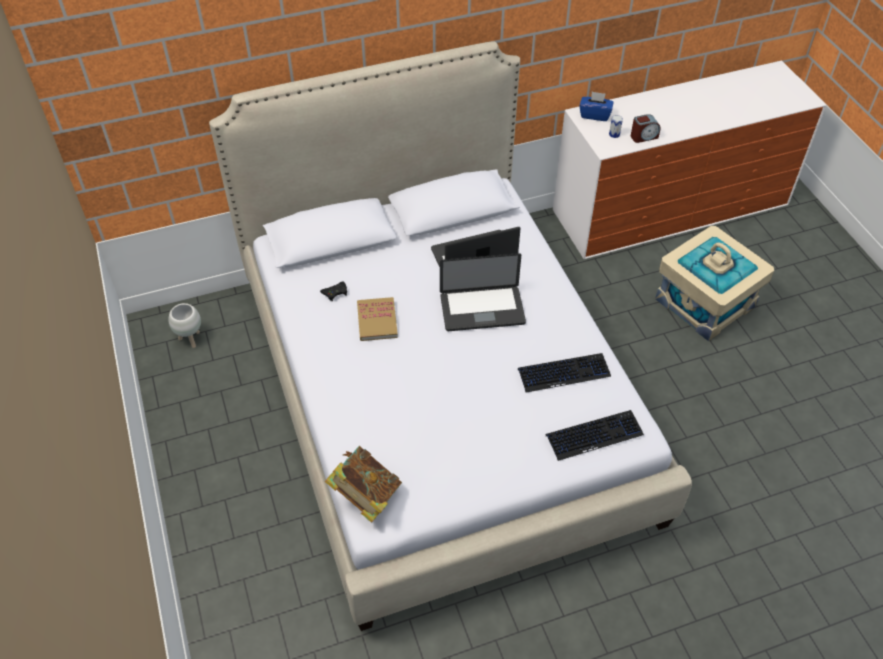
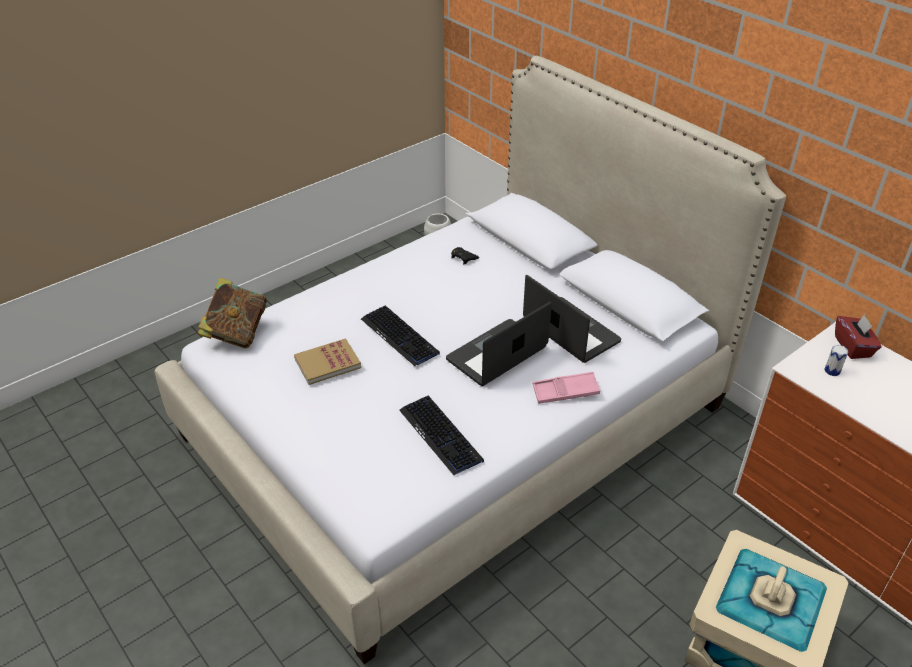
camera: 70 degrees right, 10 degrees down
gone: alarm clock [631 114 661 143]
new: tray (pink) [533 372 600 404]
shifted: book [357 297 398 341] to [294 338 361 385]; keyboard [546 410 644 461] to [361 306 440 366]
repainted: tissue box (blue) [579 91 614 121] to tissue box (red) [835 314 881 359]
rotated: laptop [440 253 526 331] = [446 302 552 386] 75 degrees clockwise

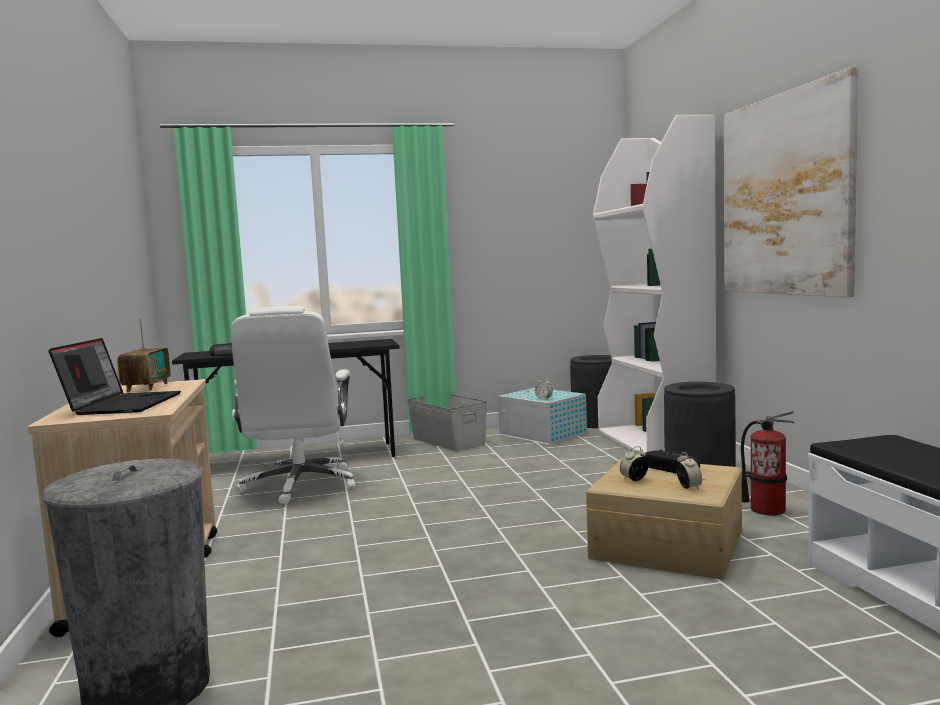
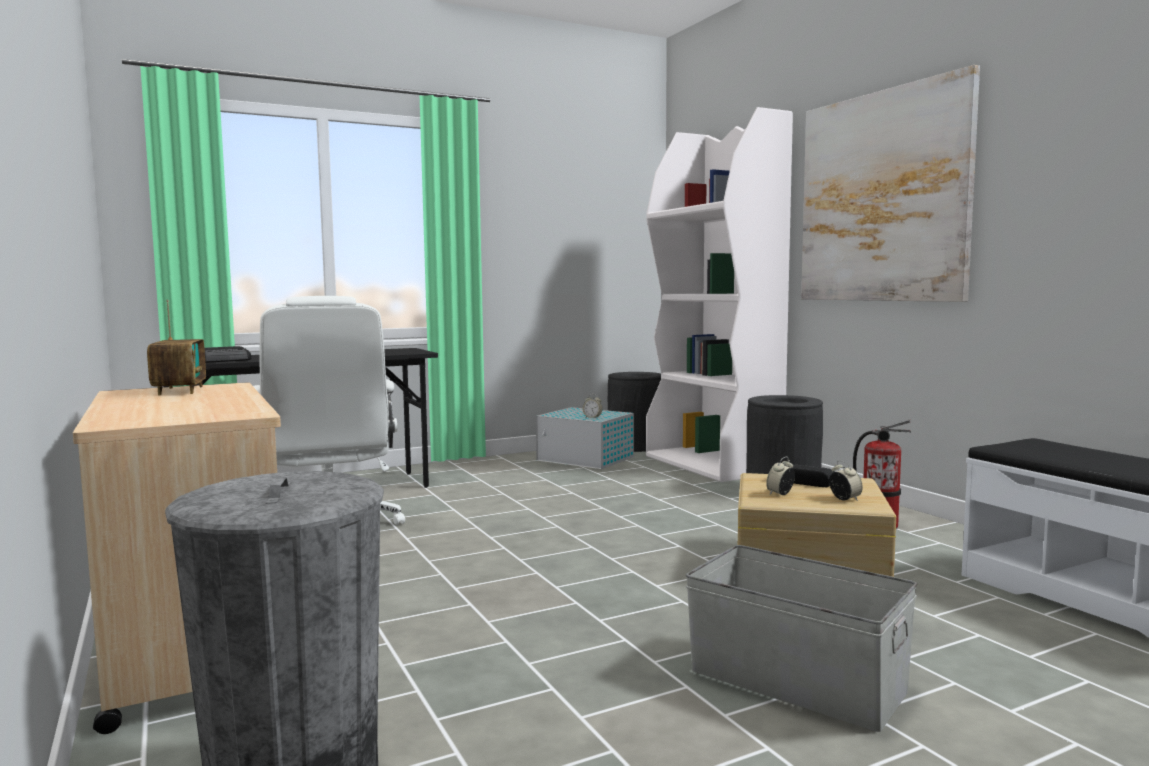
camera: 15 degrees left, 0 degrees up
gone: laptop [48 338 181 415]
shifted: storage box (grey) [407 394 487 451] to [686 545 917 732]

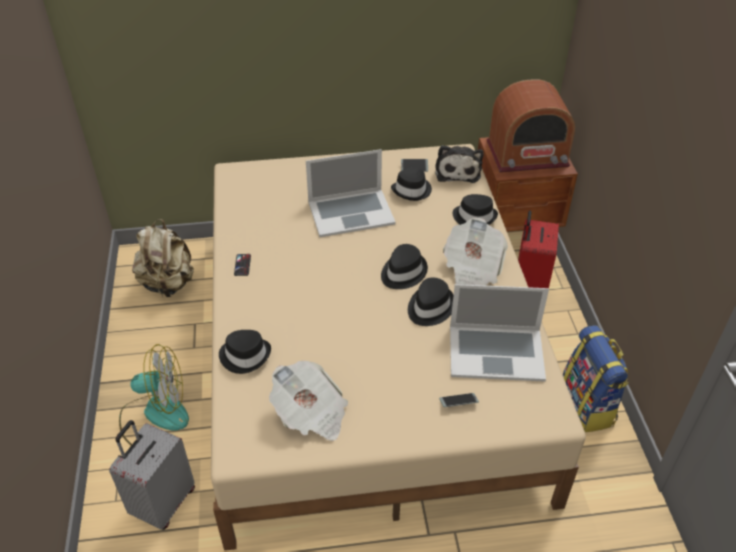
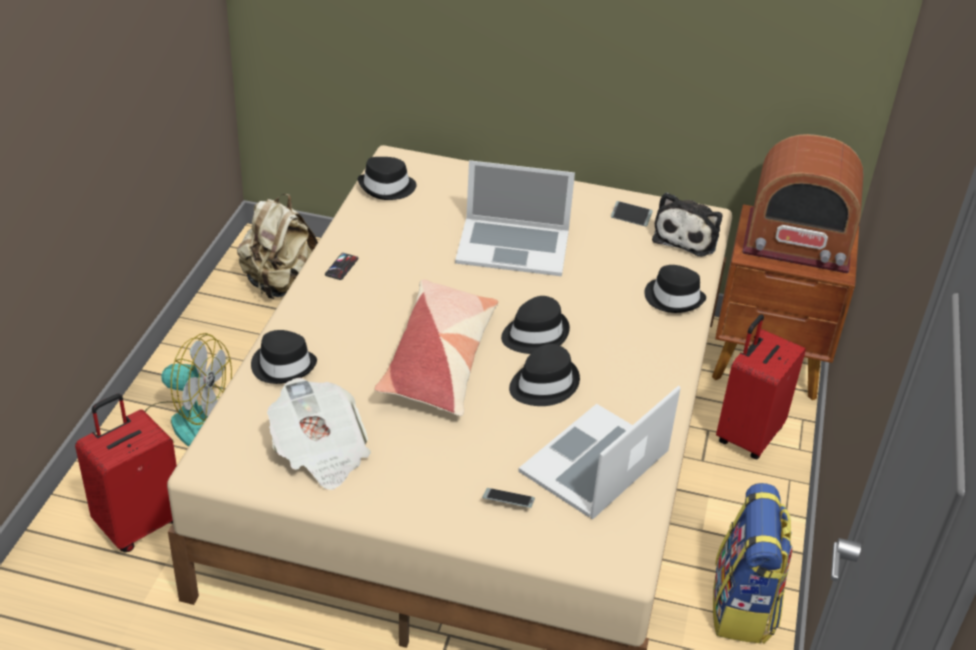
camera: 20 degrees right, 5 degrees down
gone: newspaper [443 218 508 286]
new: pillow [374 279 498 416]
shifted: hat (black) [391 168 432 201] to [358 157 416 200]
repainted: suitcase (grey) [109 420 195 530] to suitcase (red) [75 393 177 552]
rotated: laptop [450 284 549 382] = [518 385 680 519] 105 degrees clockwise

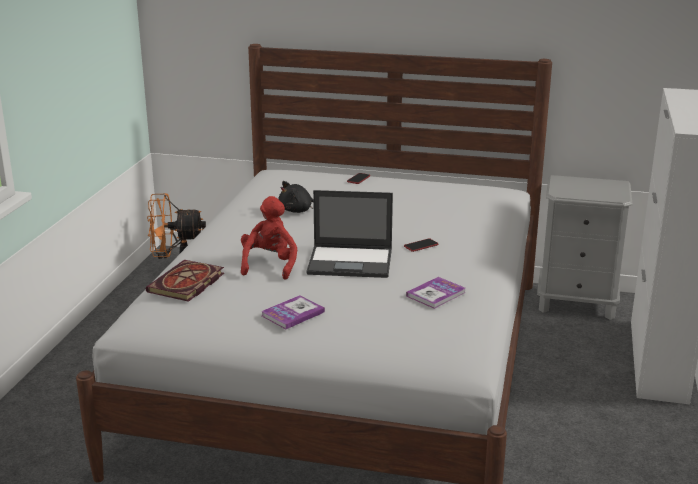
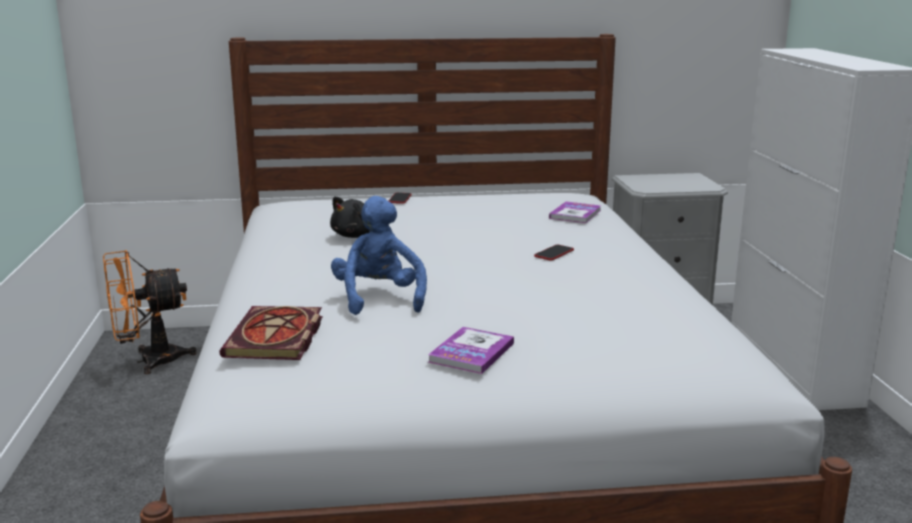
camera: 20 degrees left, 5 degrees down
gone: laptop [306 190 393 278]
shifted: book [406 277 466 309] to [549 201 601 223]
repainted: plush toy (red) [241 196 297 280] to plush toy (blue) [331 196 427 315]

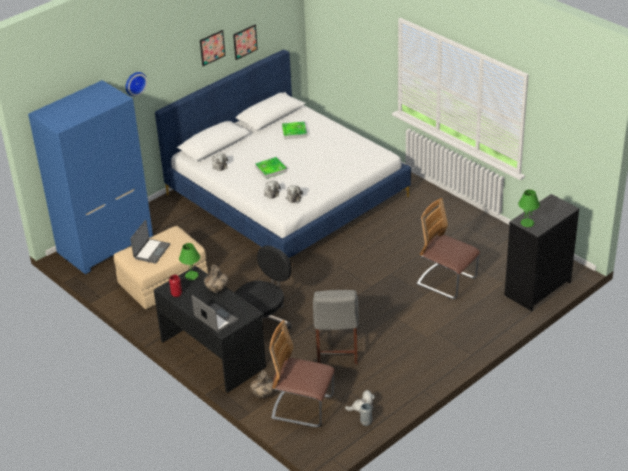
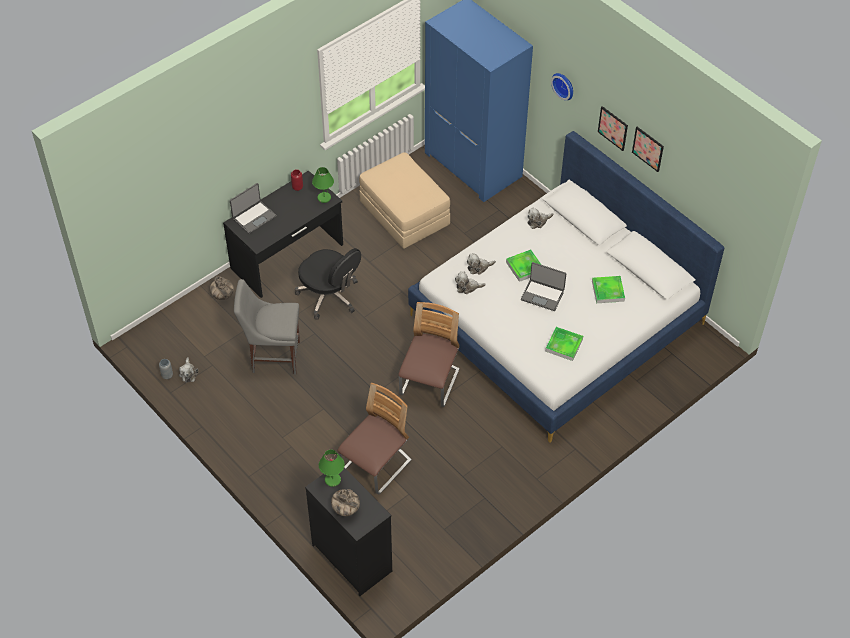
camera: 90 degrees right, 15 degrees up
new: tray [545 327 583 361]
shifted: picture [233 25 258 60] to [598 106 628 151]; laptop [130 220 170 264] to [521 262 566 311]; vase [204 264 228 293] to [331 489 360 516]; chair [269 320 335 427] to [398 302 460 407]

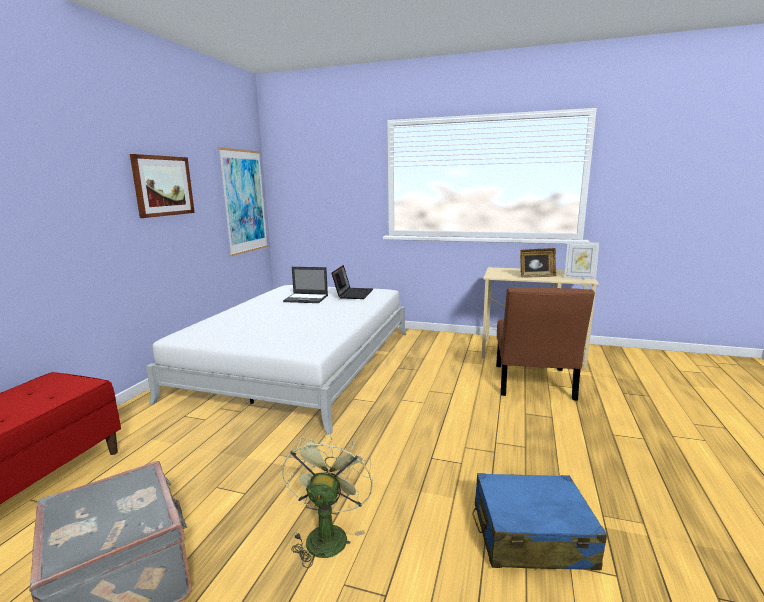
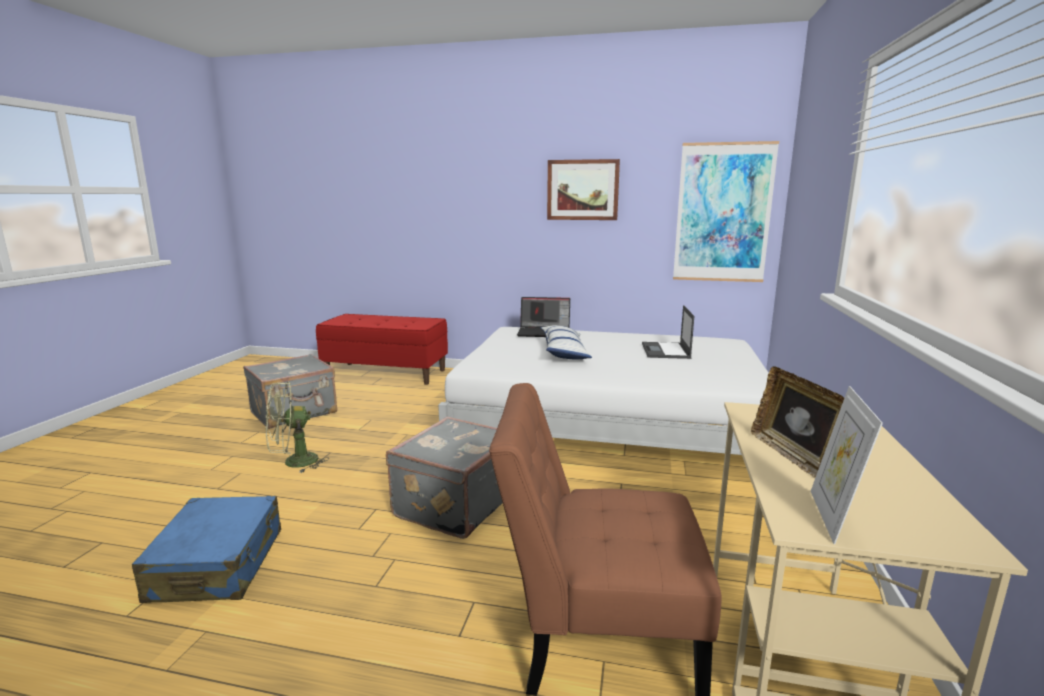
camera: 85 degrees right, 0 degrees up
new: pillow [540 326 592 360]; suitcase (grey) [386 417 503 539]
shifted: laptop [331 265 373 299] to [517 297 570 337]
rotated: fan (green) [282 433 373 568] = [265 381 329 473] 150 degrees clockwise

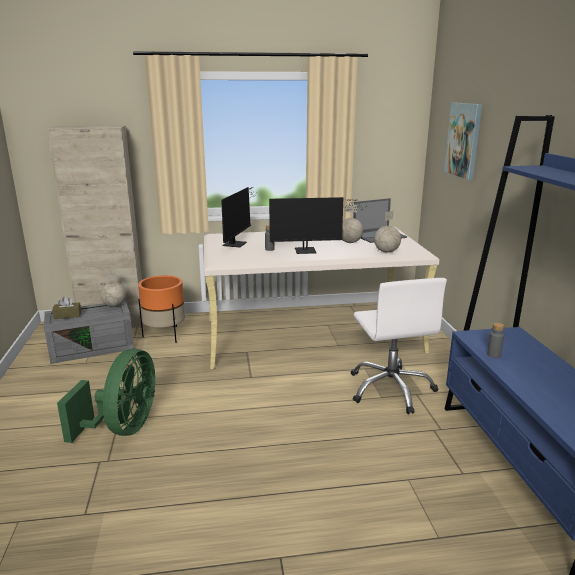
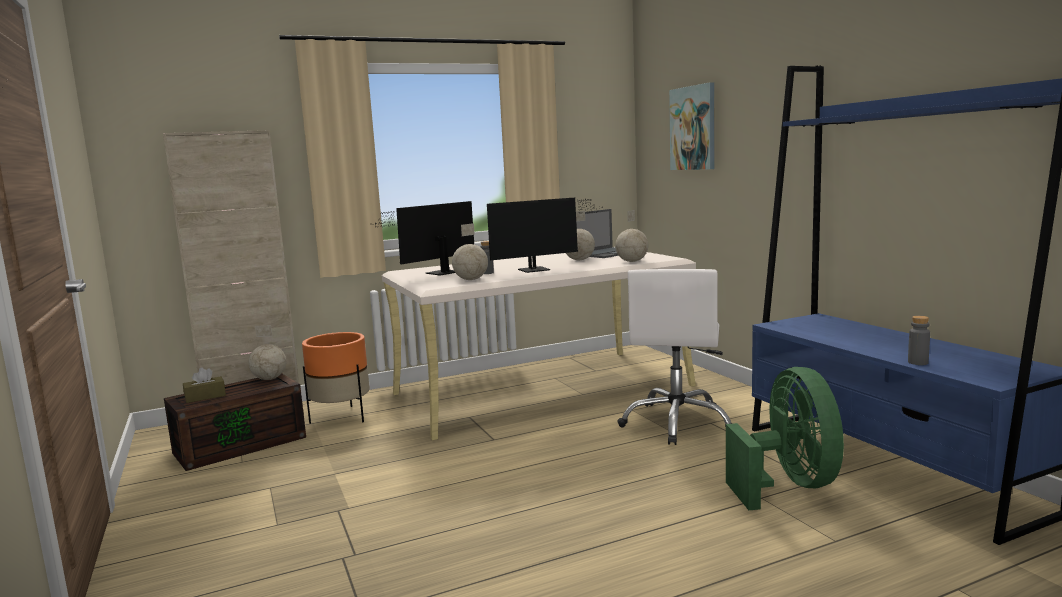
camera: 15 degrees left, 10 degrees down
new: globe [452 223 488 280]
shifted: bottle (grey) [487 323 504 358] to [908 316 930 365]; fan (green) [57 349 155 443] to [726 367 844 510]
repainted: storage box (grey) [44 300 134 364] to storage box (brown) [164 374 306 471]
rotated: monitor [221 187 254 247] = [375 201 474 276] 135 degrees counterclockwise; office chair (white) [351 278 447 414] = [617 269 733 445] 45 degrees clockwise

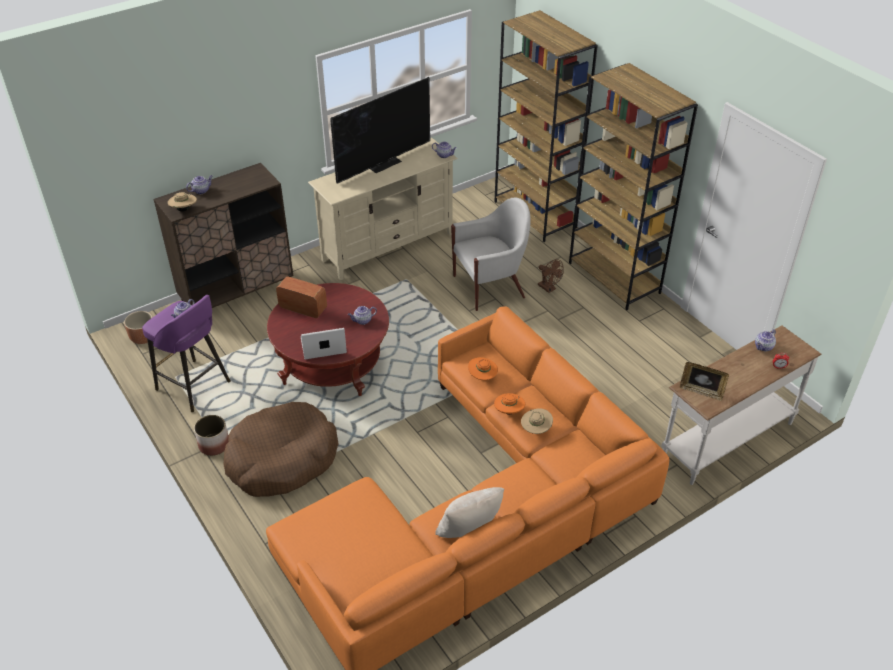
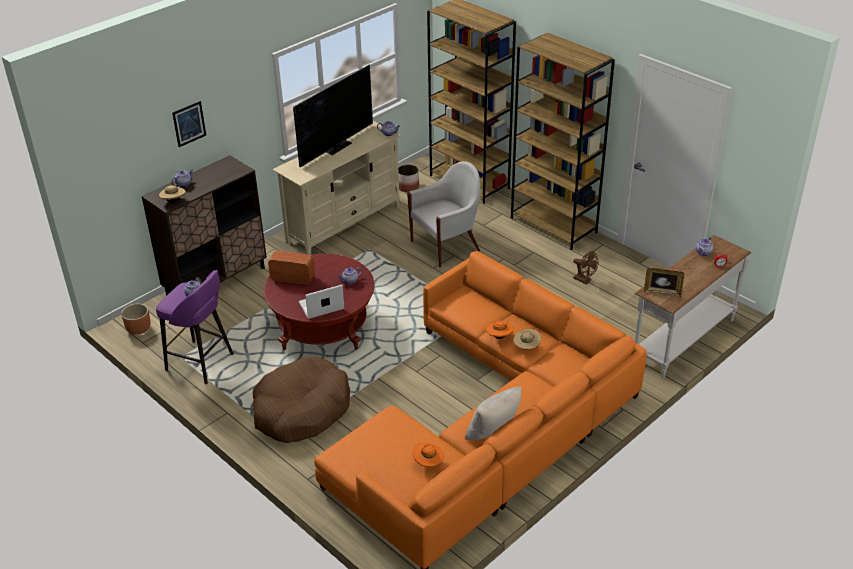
camera: 10 degrees left, 5 degrees down
new: picture [172 101 206 147]
shifted: fan (brown) [538 259 564 293] to [573 251 598 284]; hat (orange) [468 357 498 380] to [412 442 444 467]; planter [194 415 229 456] to [398 164 419 192]

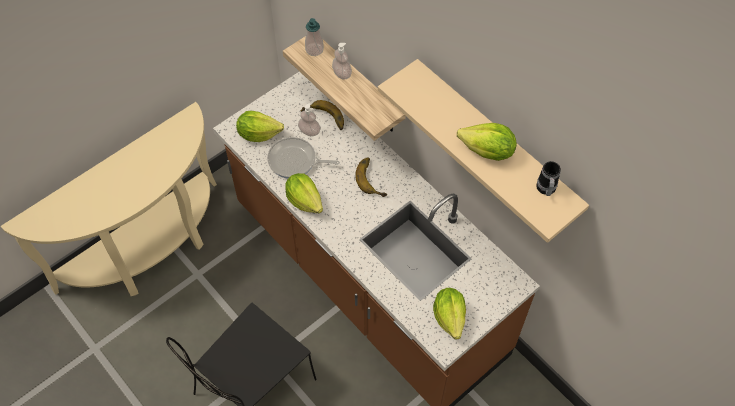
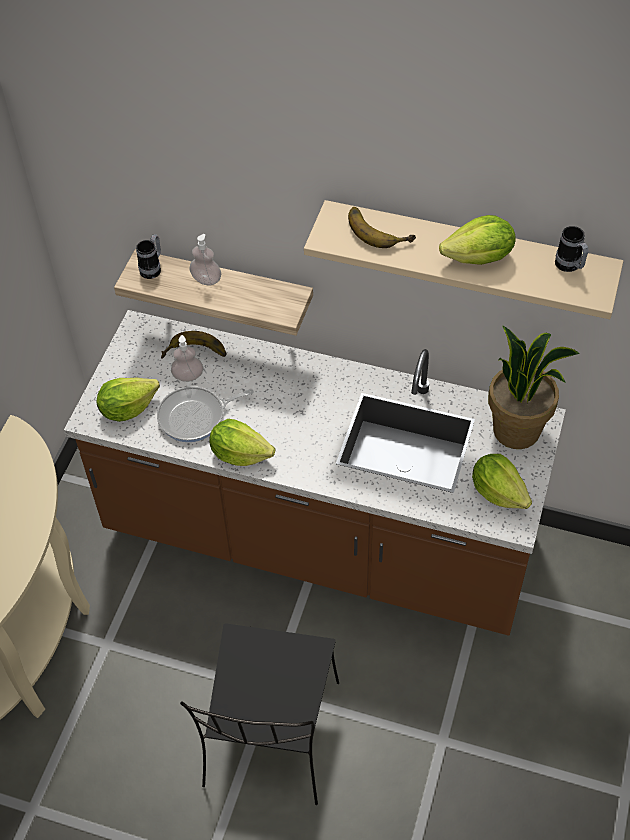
camera: 30 degrees left, 5 degrees down
new: potted plant [488 325 580 449]
shifted: banana [355 157 387 197] to [348 207 416 248]
swapped: soap dispenser [305 18 324 56] to mug [136 234 161 279]

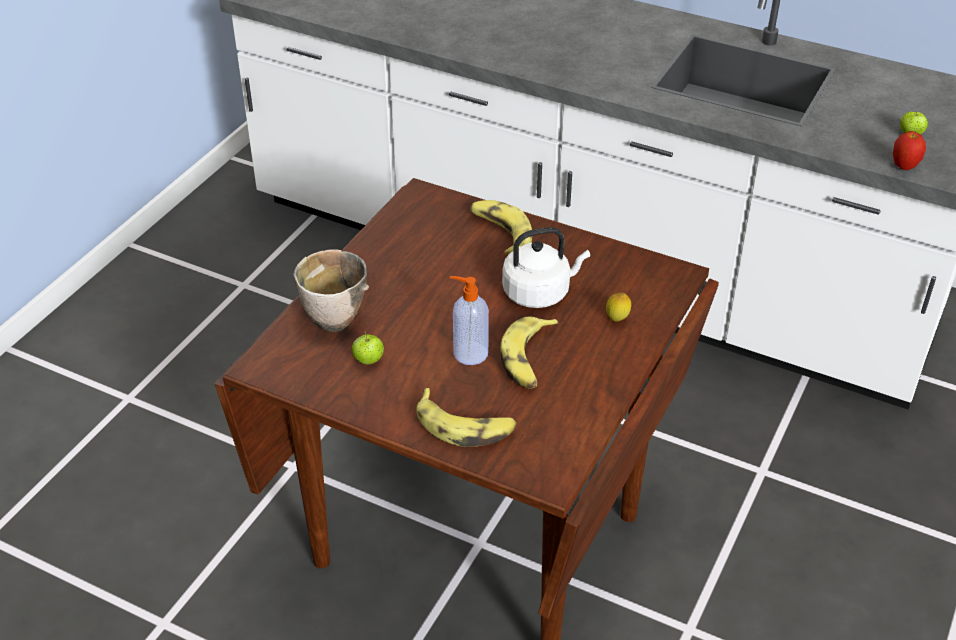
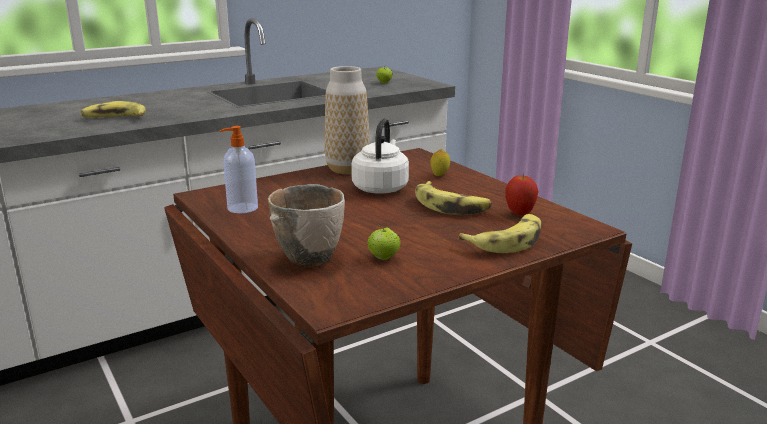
camera: 60 degrees left, 20 degrees down
new: vase [324 66 370 174]
shifted: apple [893 131 926 170] to [505 174 539 215]; banana [470 200 532 255] to [81 101 146 118]; soap dispenser [450 276 489 365] to [219 126 258 213]

